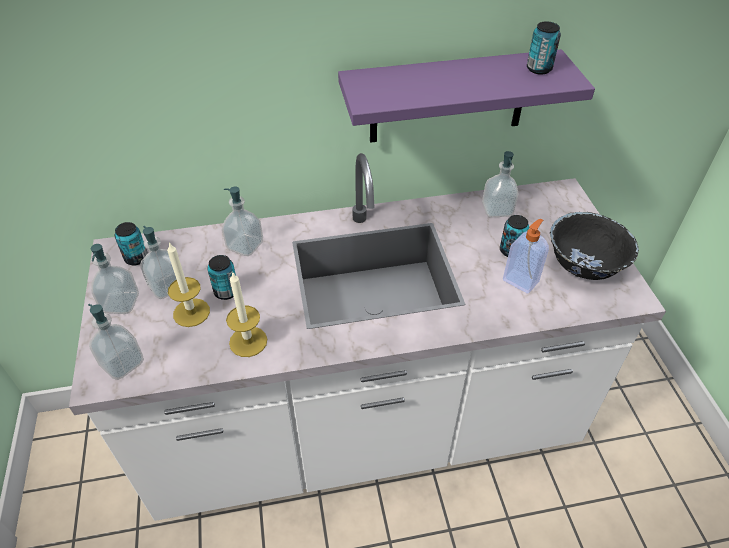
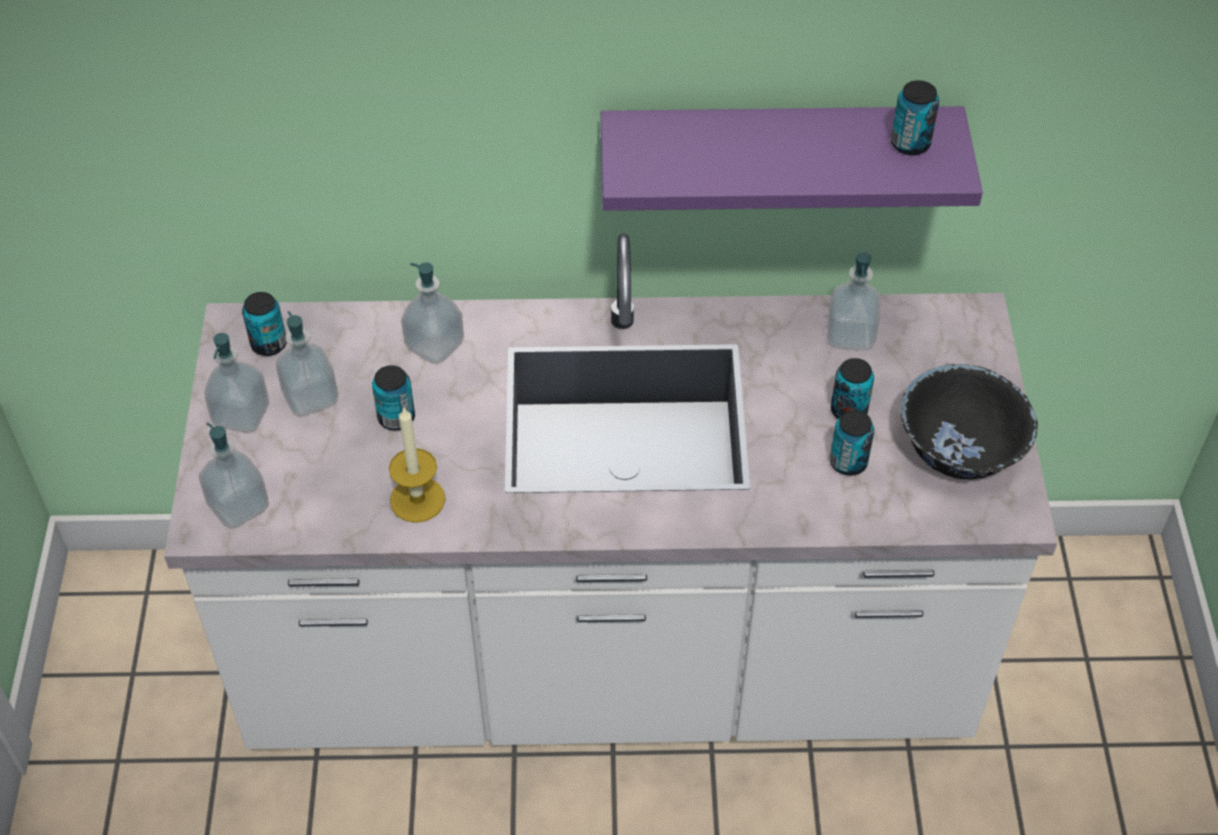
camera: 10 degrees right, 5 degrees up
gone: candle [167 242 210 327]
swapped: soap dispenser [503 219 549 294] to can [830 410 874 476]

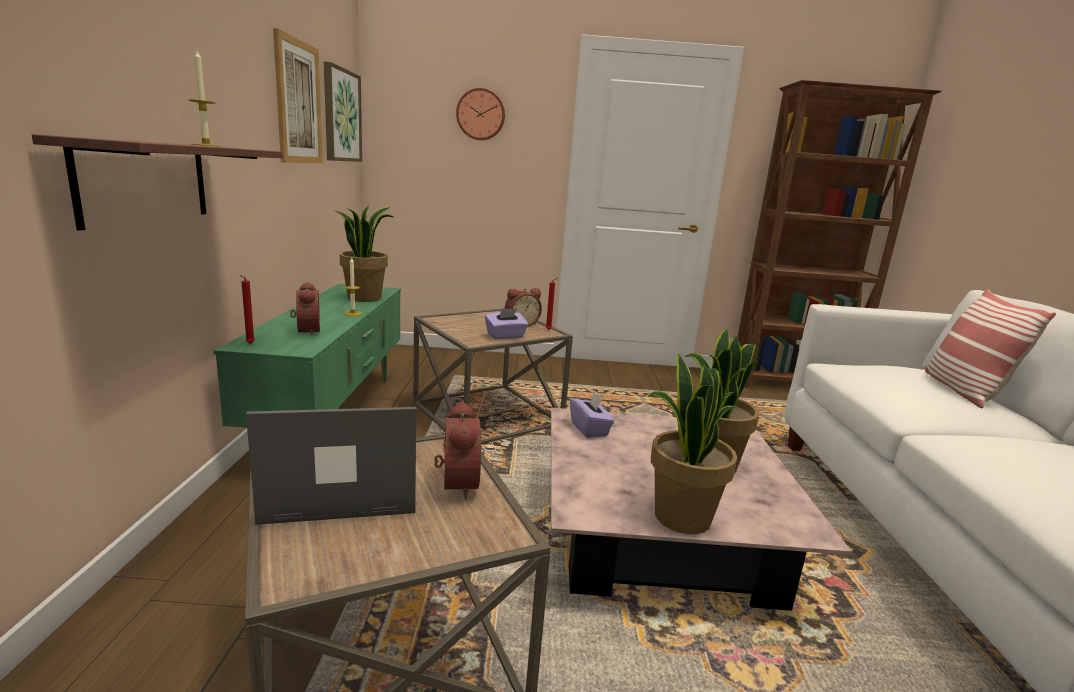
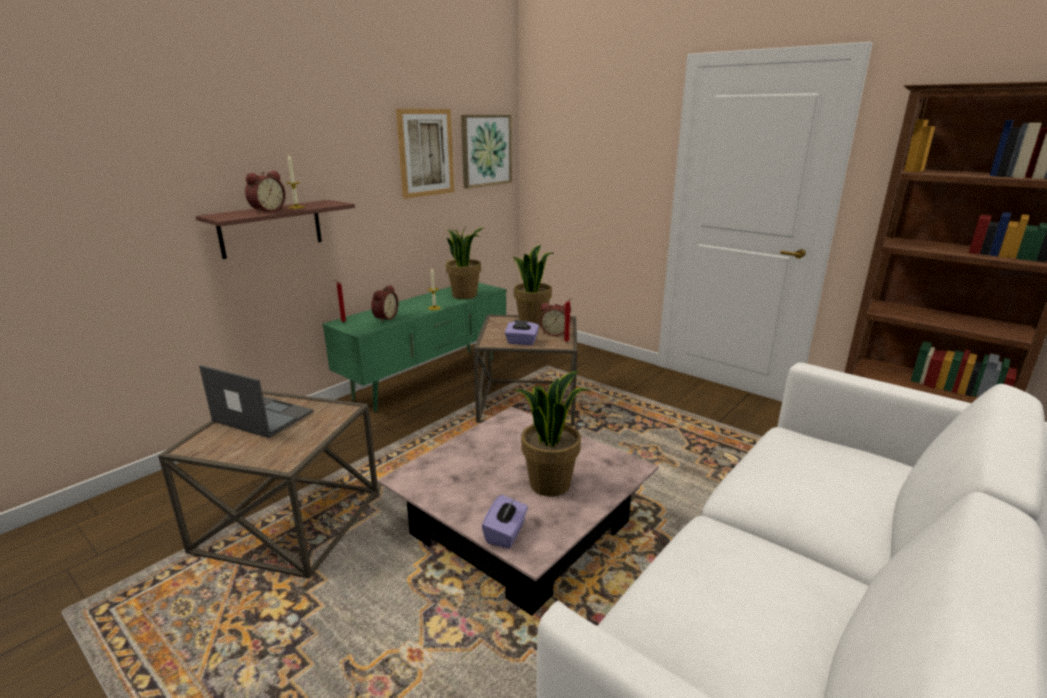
camera: 40 degrees right, 5 degrees up
gone: wall clock [456 88 505 140]; pillow [925 289 1056 408]
shifted: potted plant [647 354 737 534] to [512 245 554 327]; tissue box (purple) [570 392 614 438] to [482 495 528 549]; alarm clock [434 401 481 500] to [245 171 286 213]

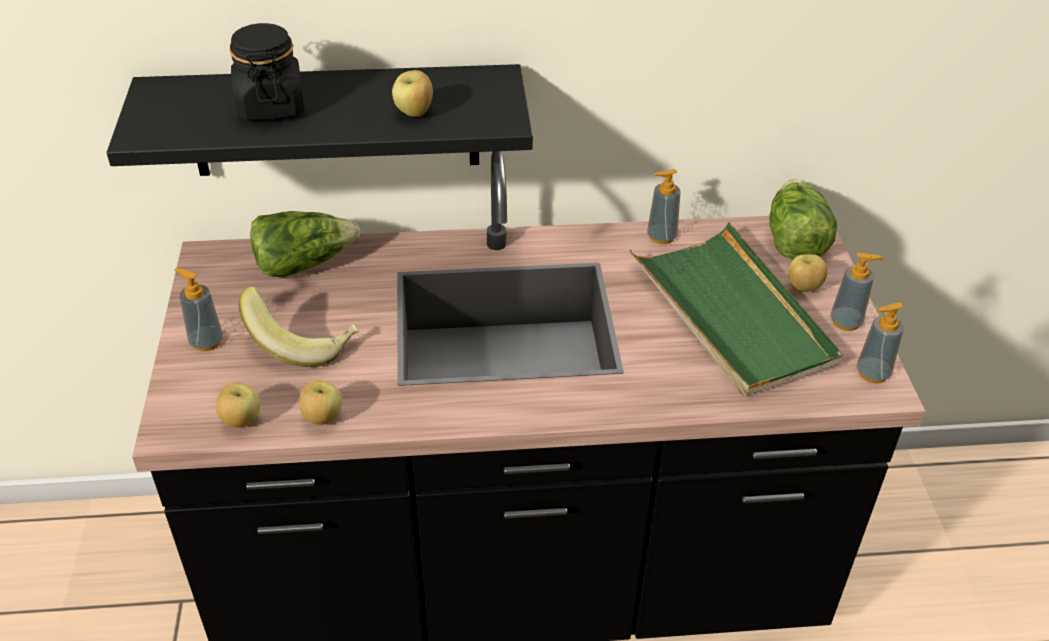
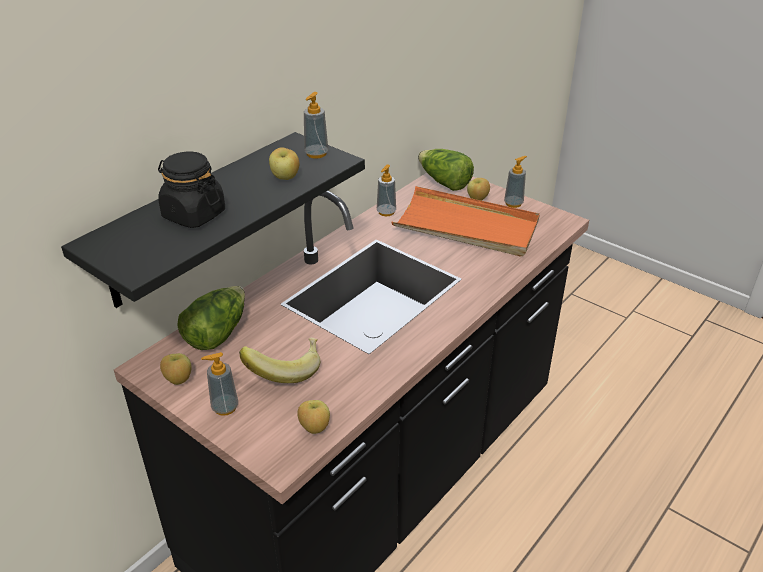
camera: 45 degrees left, 5 degrees down
shifted: soap dispenser [857 302 904 383] to [304 92 328 159]; apple [299 380 342 425] to [160 353 192 385]
repainted: tray (green) [630 222 843 396] to tray (orange) [392 186 540 257]

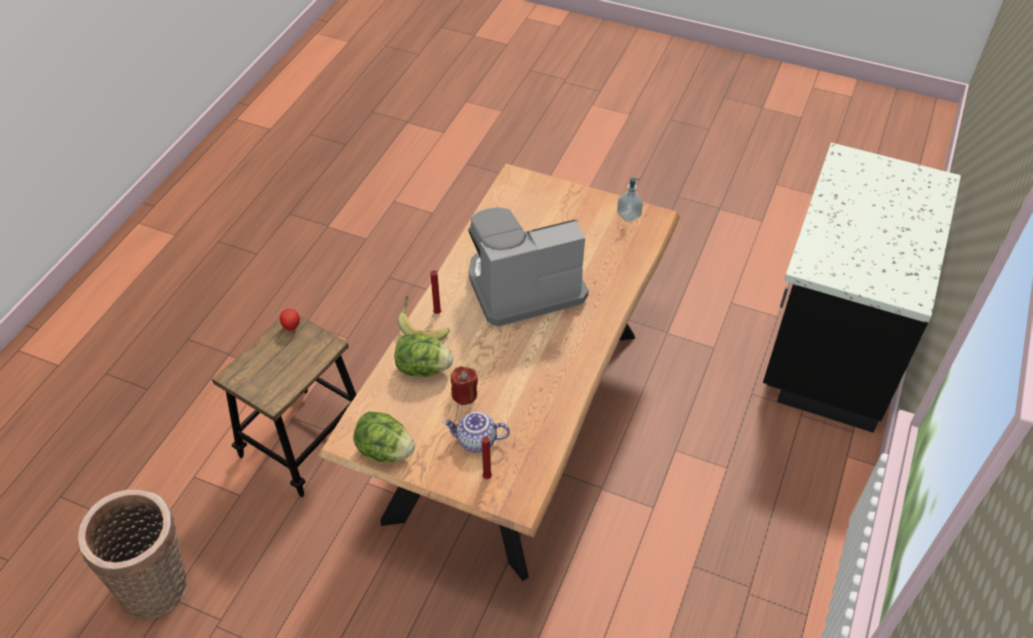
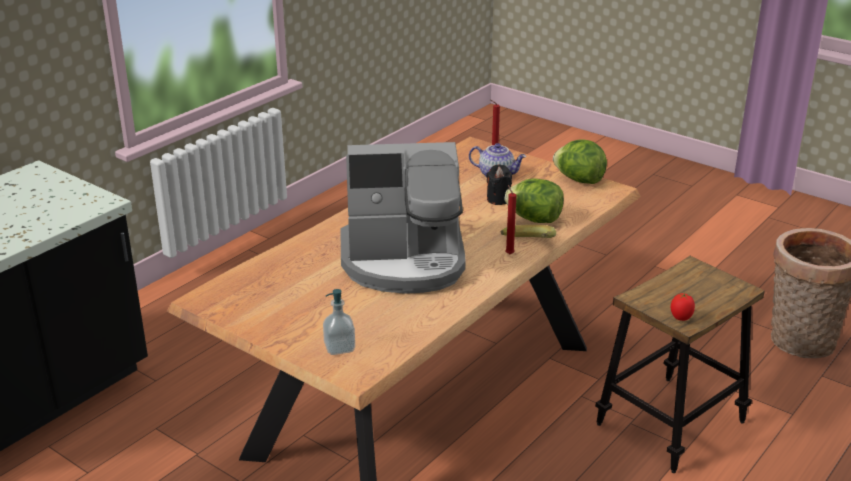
camera: 165 degrees left, 20 degrees down
shifted: soap dispenser [617 178 643 222] to [323 289 355 355]
repainted: candle (red) [451 366 478 405] to candle (black) [486 164 512 205]

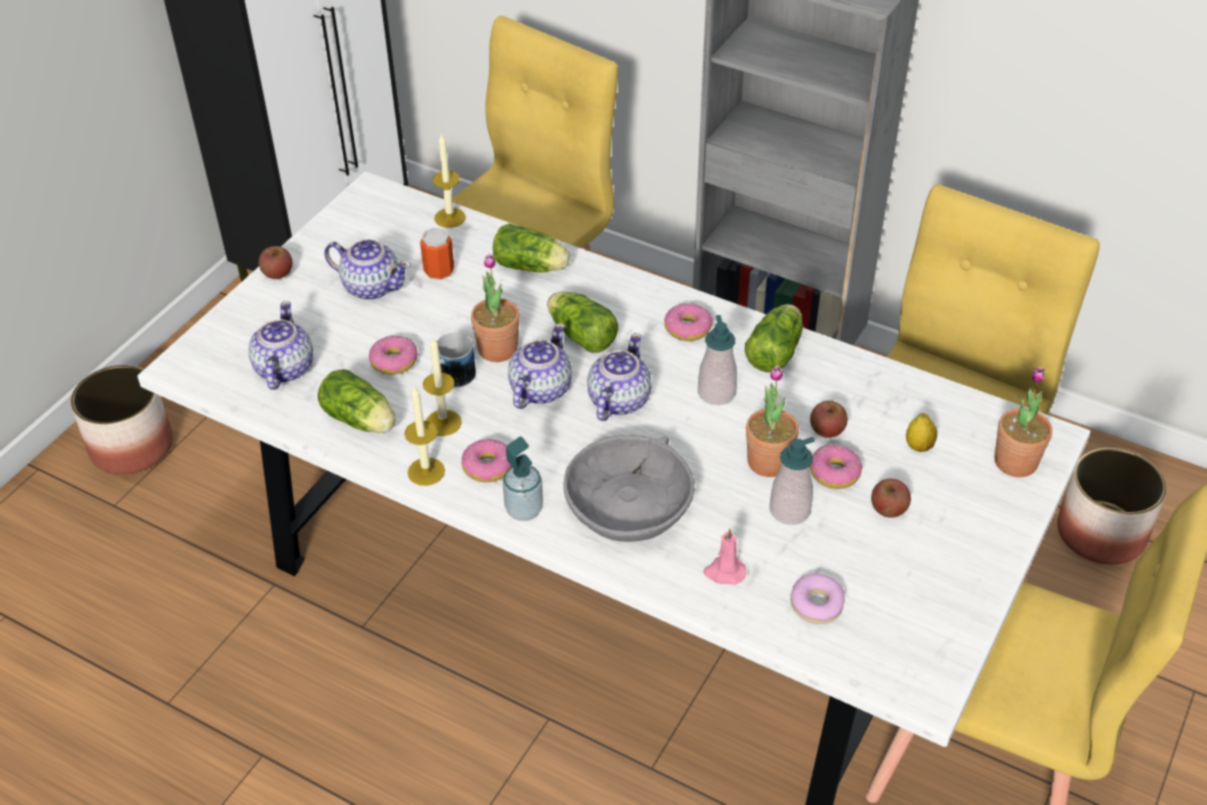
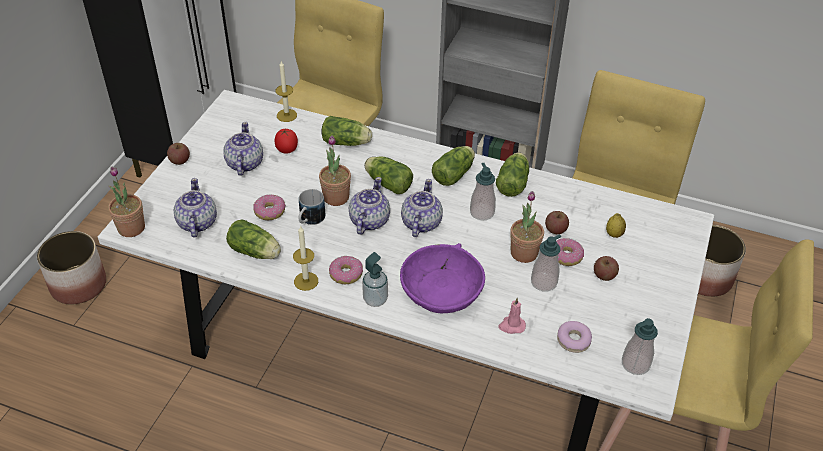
camera: 10 degrees left, 0 degrees up
gone: candle [423 338 462 436]
new: soap dispenser [622 318 658 375]
shifted: potted plant [994 367 1052 477] to [108 167 145 237]
swapped: can [420 228 454 280] to tomato [275 129 298 154]; donut [664 303 712 341] to lettuce [432 146 475 186]
repainted: bowl (grey) [563 435 695 542] to bowl (purple) [400 243 485 313]
rotated: teapot [324 240 411 300] = [224 122 263 176] 105 degrees counterclockwise

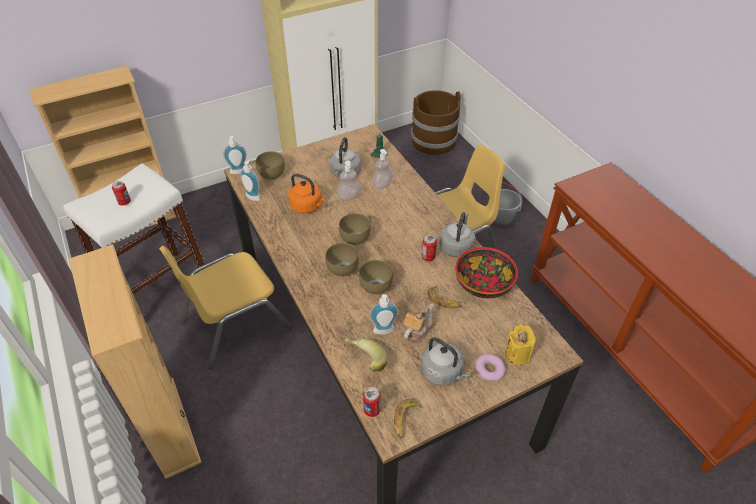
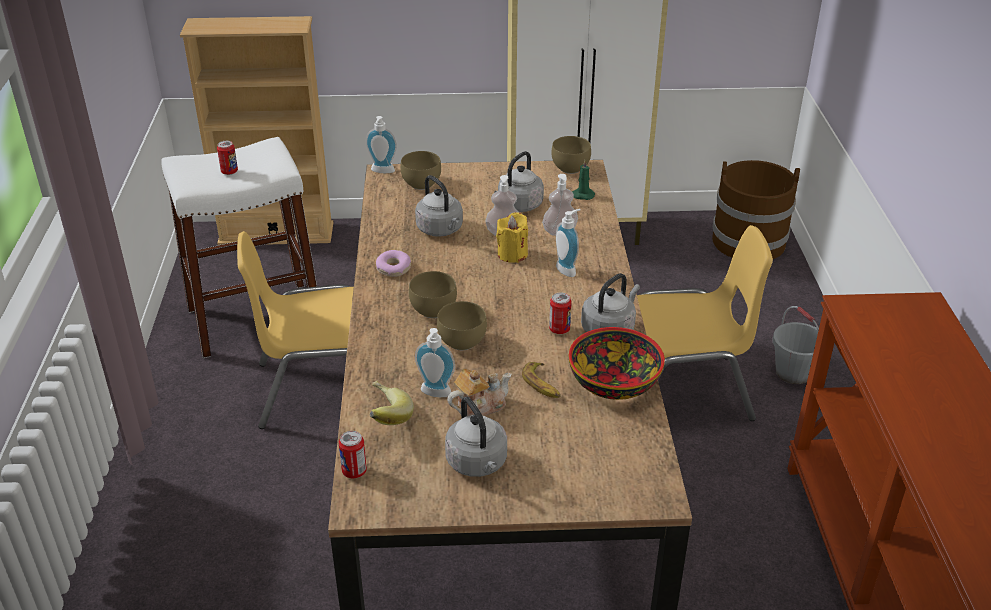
camera: 25 degrees right, 10 degrees down
gone: bookcase (beige) [69 244 202 479]; banana [394 399 422 439]
shifted: soap dispenser [240 158 261 201] to [556 209 581 277]; bowl (brown) [339 213 371 245] to [551 136 591 174]; candle (yellow) [505 325 536 365] to [496 212 528 263]; donut [475 354 505 382] to [376 250 411 277]
repainted: kettle (orange) [288 174 326 213] to kettle (grey) [415 175 463 237]

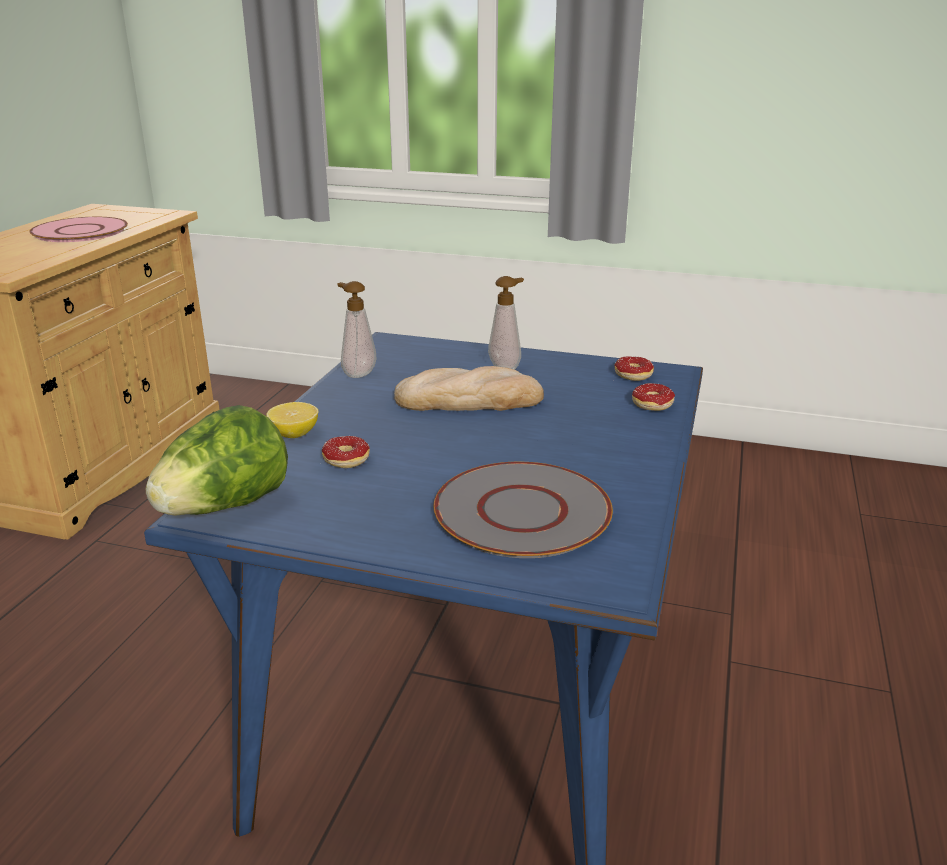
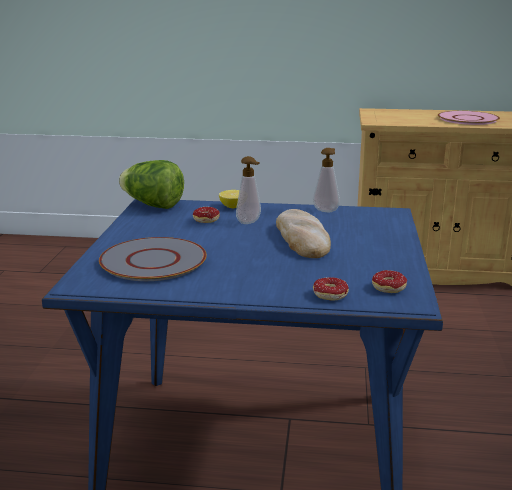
camera: 80 degrees right, 5 degrees down
shifted: soap dispenser [488 276 524 370] to [236 156 261 224]

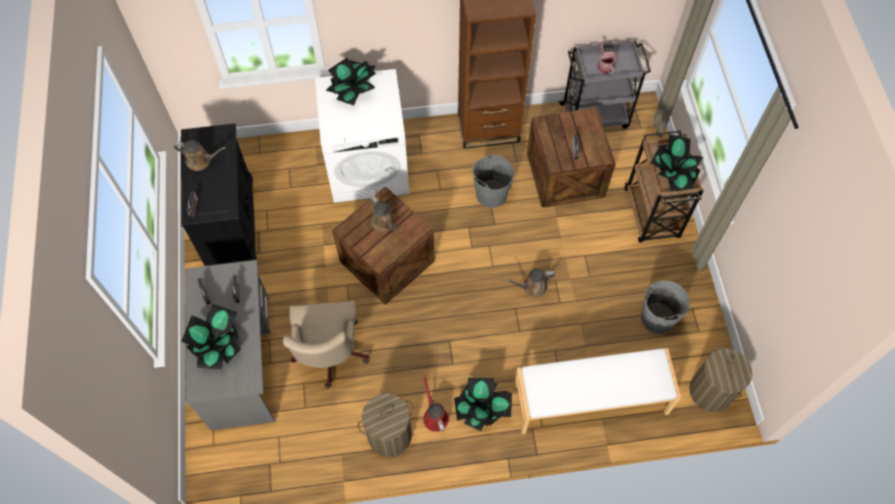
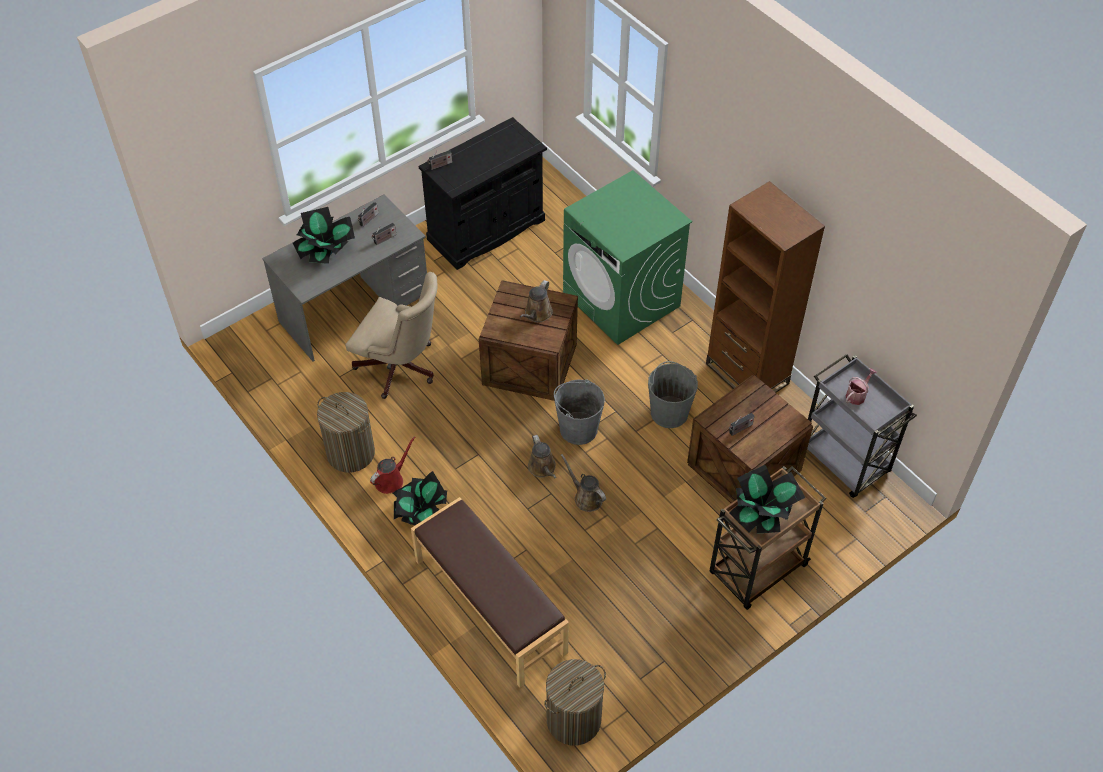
camera: 60 degrees right, 10 degrees down
gone: potted plant [326 58 376 105]
shifted: watering can (brown) [174 140 226 171] to [528 435 556 479]; bucket (grey) [641 280 690 334] to [554 379 605 445]
repainted: washing machine (white) [315 69 409 203] to washing machine (green) [563 170 692 345]; bench (white) [513 348 681 434] to bench (brown) [411 497 569 688]
rotated: office chair (beige) [283 301 369 389] = [345 272 438 399] 120 degrees counterclockwise

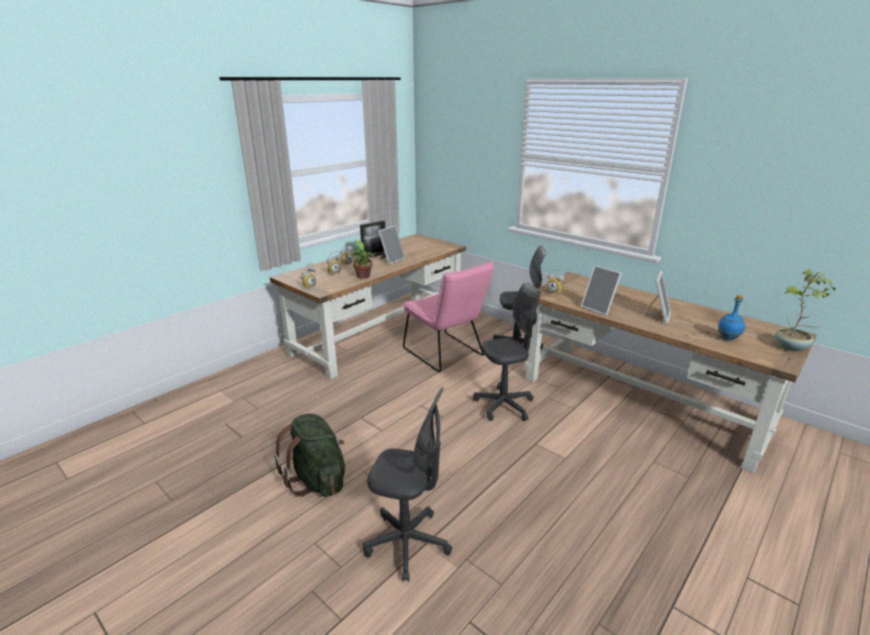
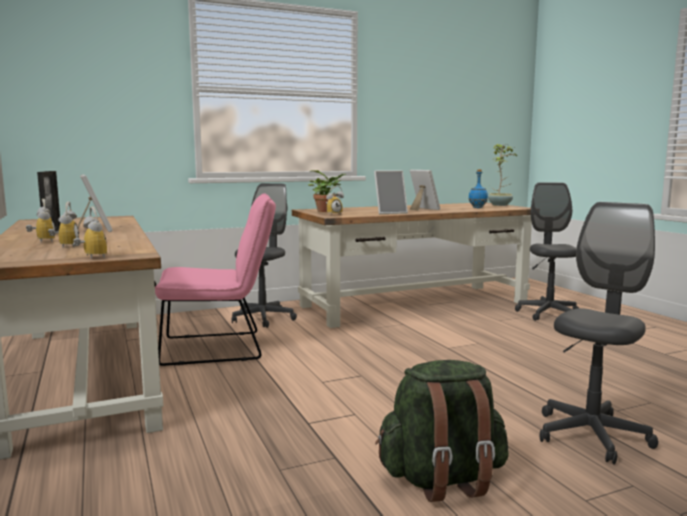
camera: 65 degrees left, 15 degrees down
shifted: potted plant [351 240 378 279] to [308 170 346 212]; office chair (grey) [473 282 541 421] to [515 183 579 321]

